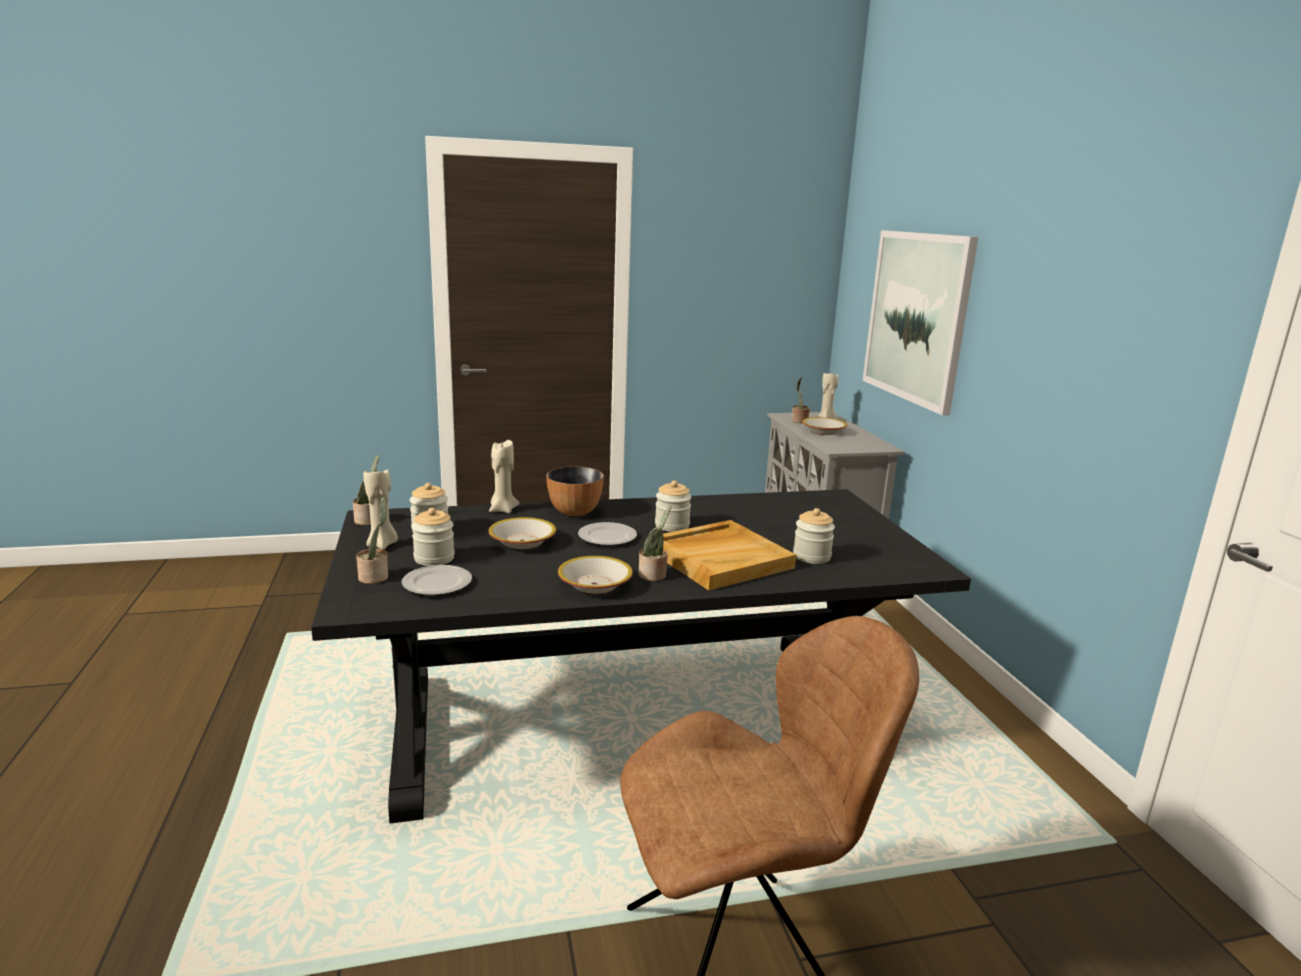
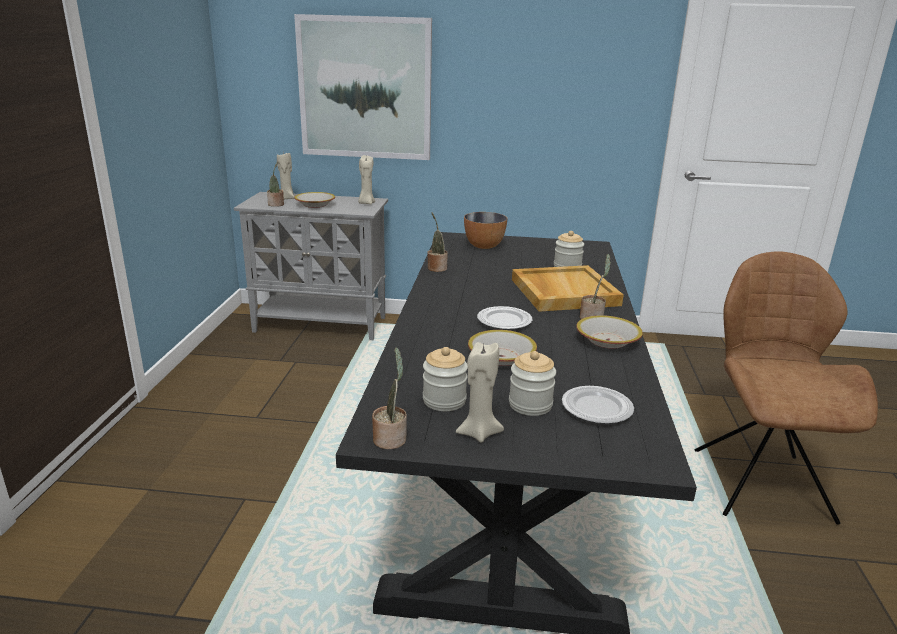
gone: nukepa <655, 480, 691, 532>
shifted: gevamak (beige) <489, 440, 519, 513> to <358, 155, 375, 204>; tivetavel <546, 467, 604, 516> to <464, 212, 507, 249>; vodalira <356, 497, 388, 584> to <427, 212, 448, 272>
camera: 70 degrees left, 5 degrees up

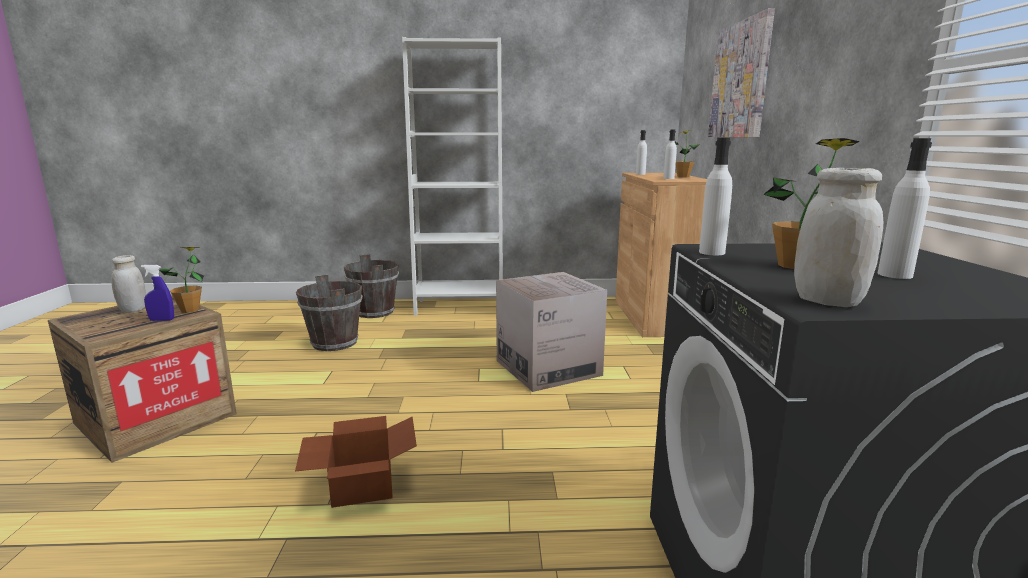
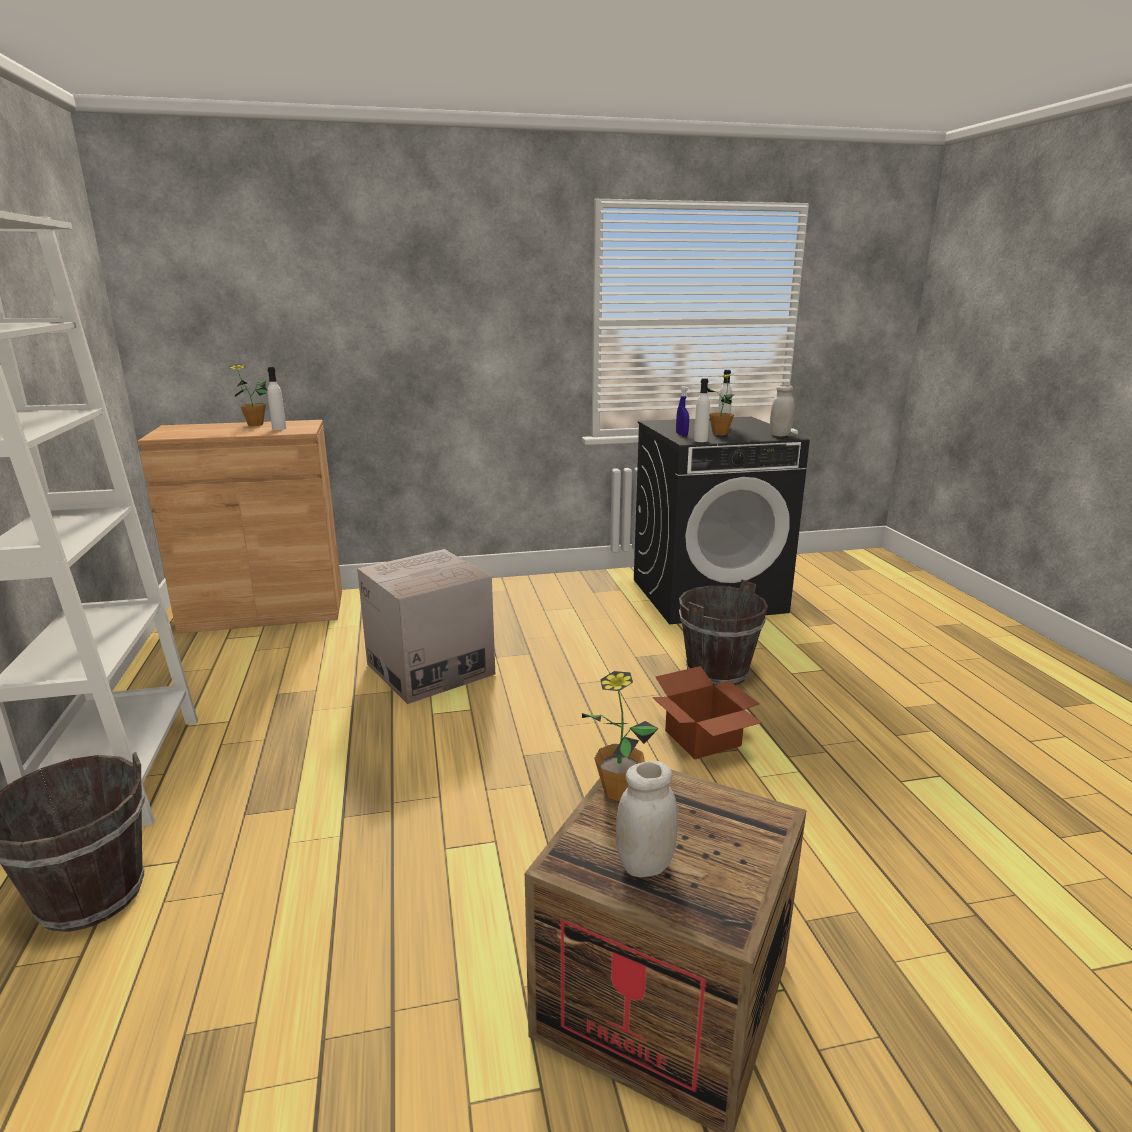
gone: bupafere <708, 8, 775, 137>; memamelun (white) <636, 130, 647, 175>
shifted: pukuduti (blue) <141, 265, 174, 321> to <676, 386, 689, 436>; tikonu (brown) <296, 275, 363, 351> to <679, 580, 768, 685>
camera: 100 degrees left, 5 degrees up

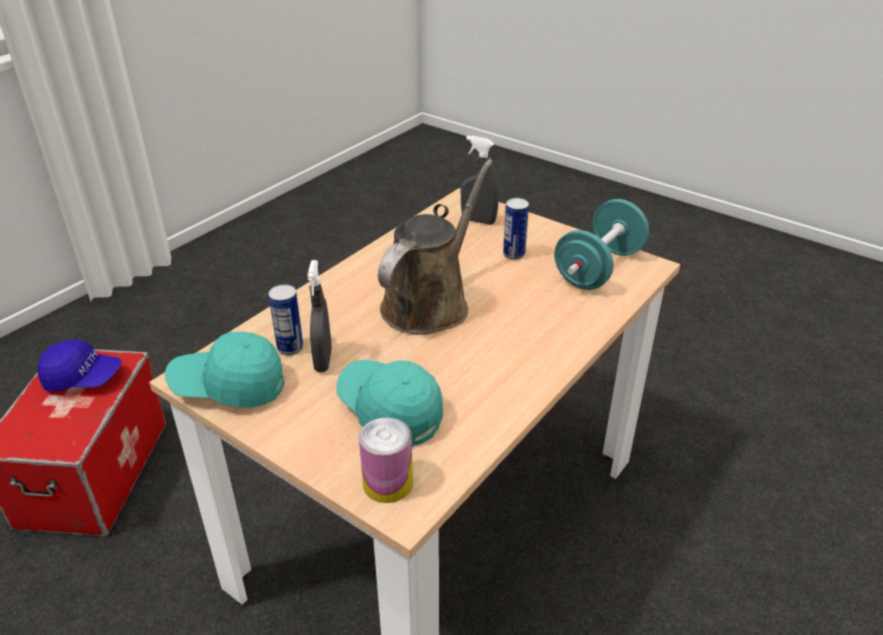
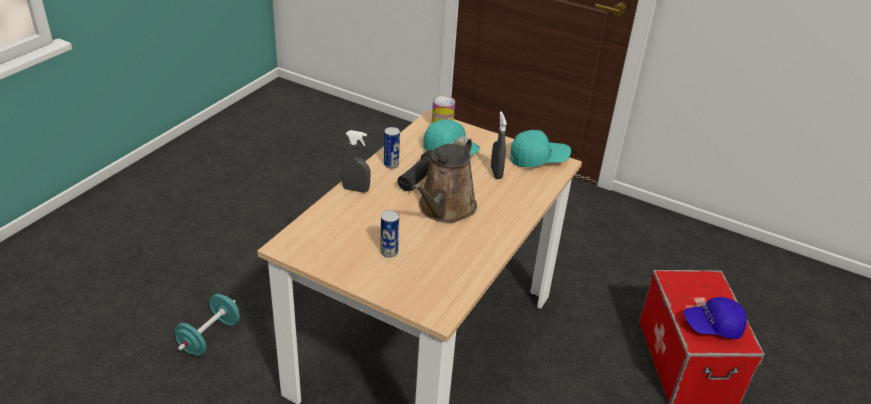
new: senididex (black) <397, 150, 433, 191>
shifted: pukuduti (grey) <461, 136, 499, 225> to <341, 130, 371, 193>; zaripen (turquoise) <554, 199, 649, 290> to <175, 294, 240, 356>; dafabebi <268, 284, 303, 356> to <384, 127, 400, 169>
camera: 170 degrees right, 0 degrees up

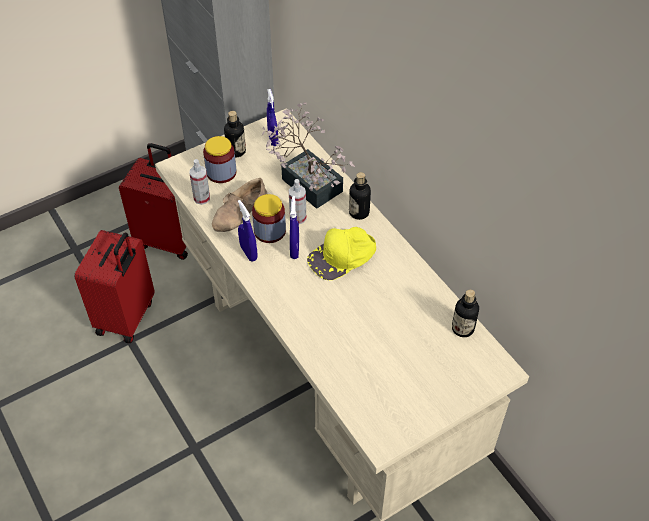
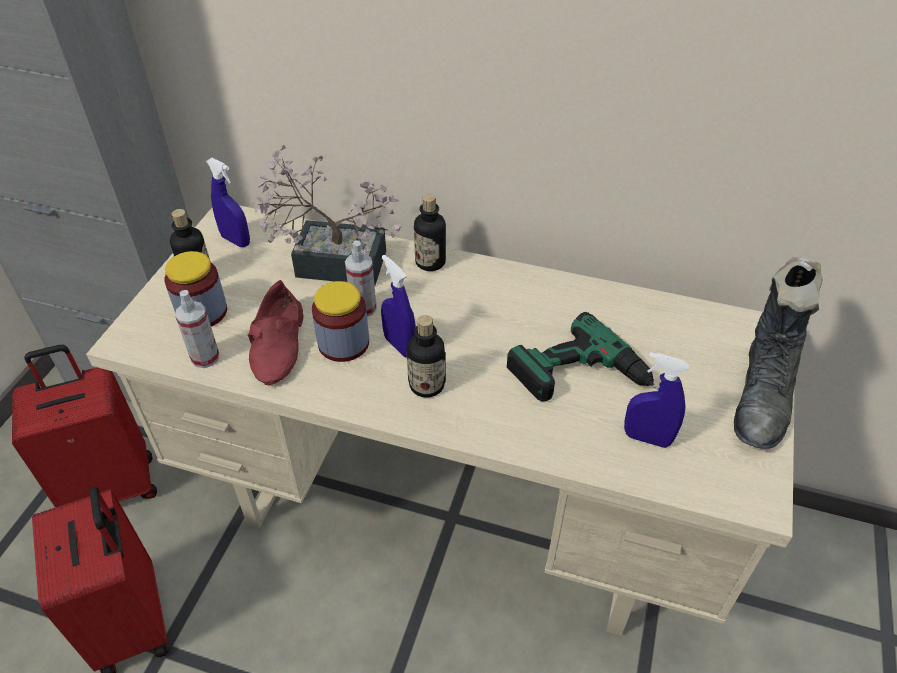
gone: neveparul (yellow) <307, 227, 376, 280>
new: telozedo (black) <734, 257, 823, 449>; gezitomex <506, 312, 658, 402>
shifted: pukuduti (blue) <238, 200, 258, 261> to <624, 352, 689, 448>; memamelun <452, 290, 479, 337> to <406, 315, 446, 398>
repainted: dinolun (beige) <212, 178, 267, 232> to dinolun (red) <248, 280, 303, 385>
camera: 40 degrees left, 5 degrees down

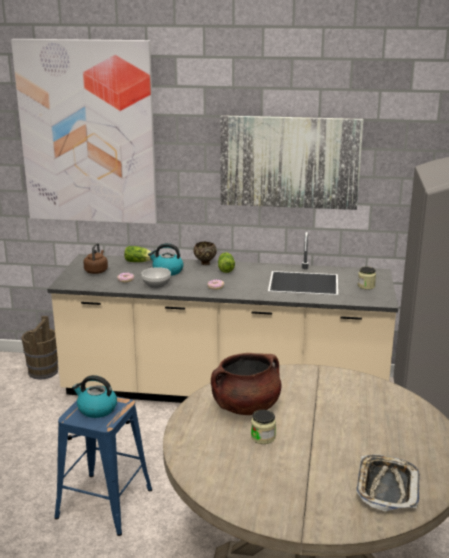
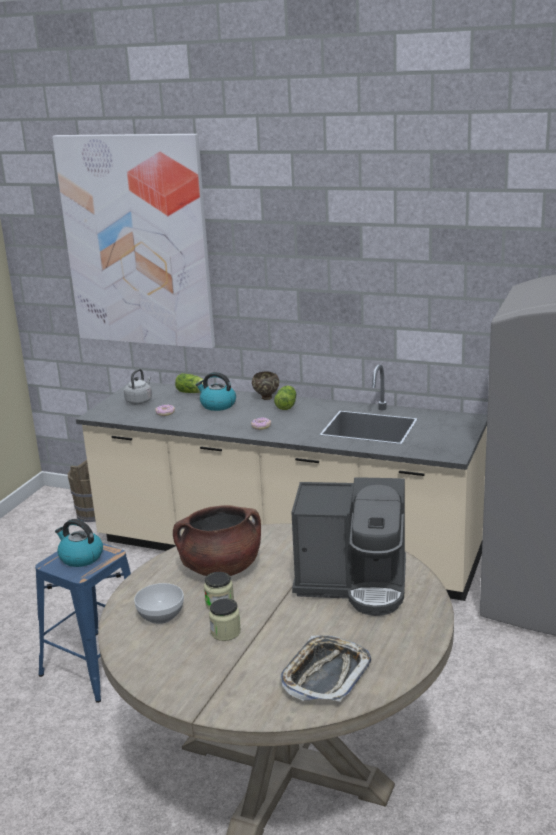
gone: bupafere <220, 115, 363, 210>
new: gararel <291, 477, 406, 616>
shifted: tivetavel <142, 267, 171, 288> to <134, 583, 184, 624>; nukepa <358, 267, 376, 290> to <209, 598, 241, 641>
repainted: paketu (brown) <83, 243, 108, 274> to paketu (grey) <124, 369, 152, 404>
camera: 15 degrees right, 0 degrees up

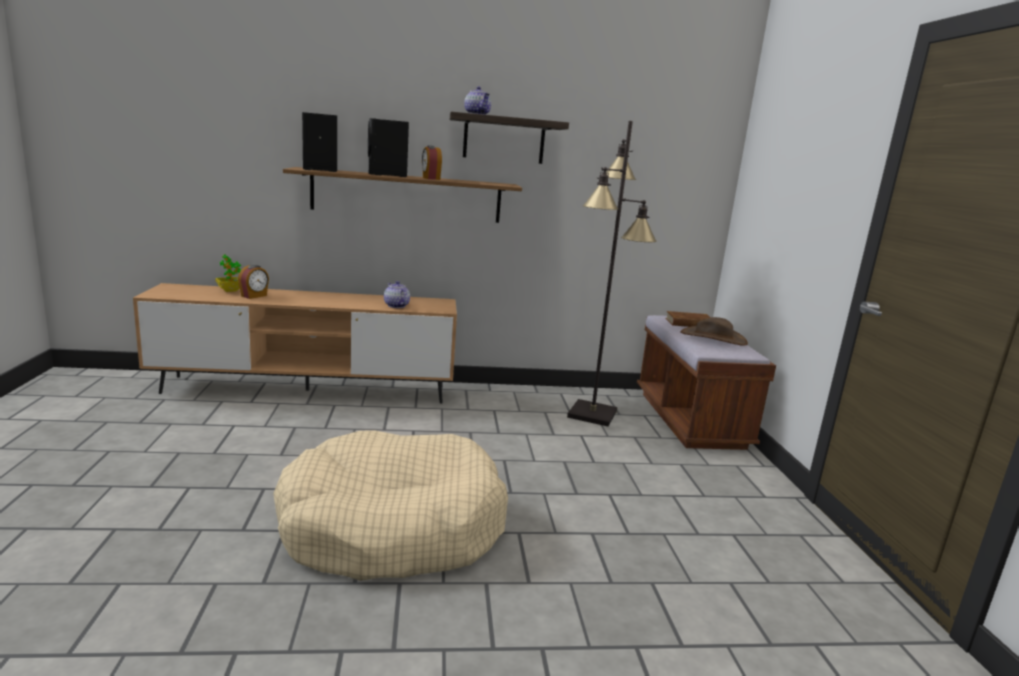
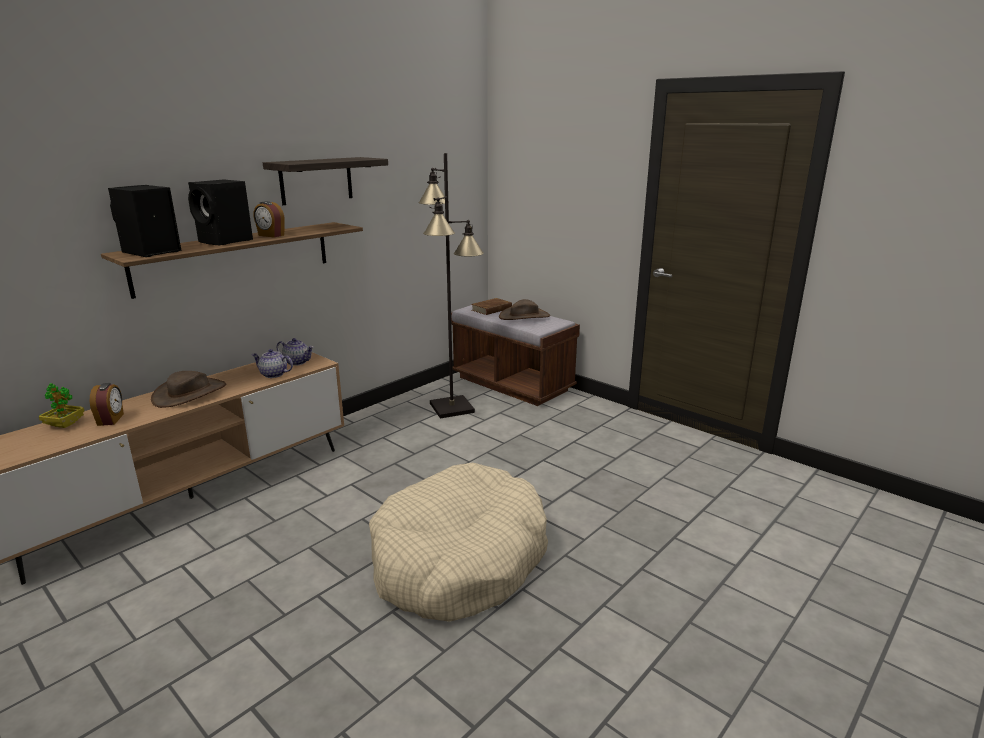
new: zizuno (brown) <151, 371, 226, 408>
shifted: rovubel <464, 87, 491, 115> to <277, 338, 314, 366>
camera: 40 degrees left, 5 degrees up

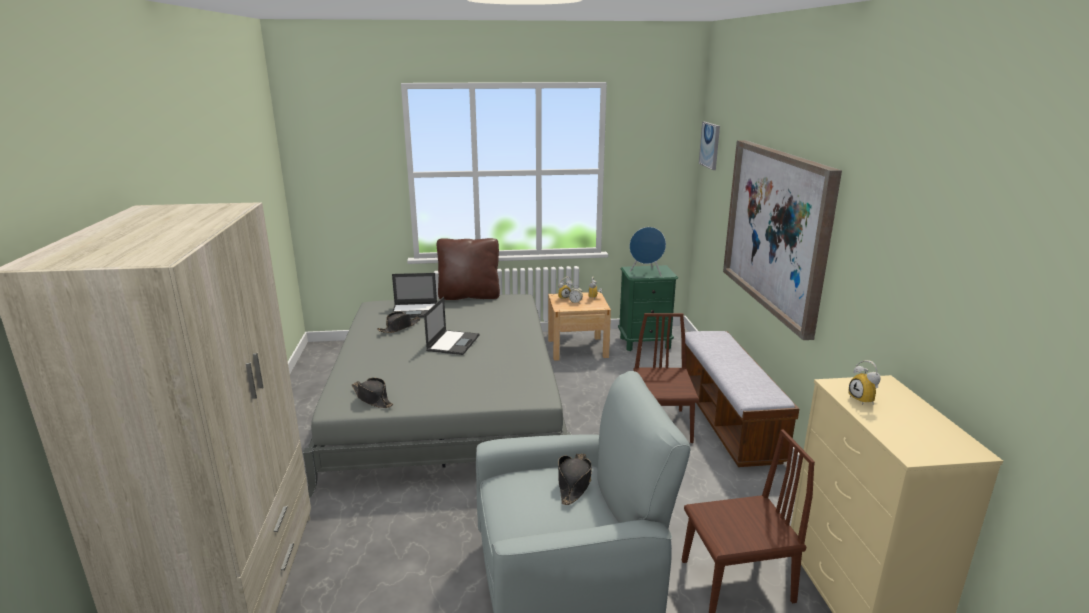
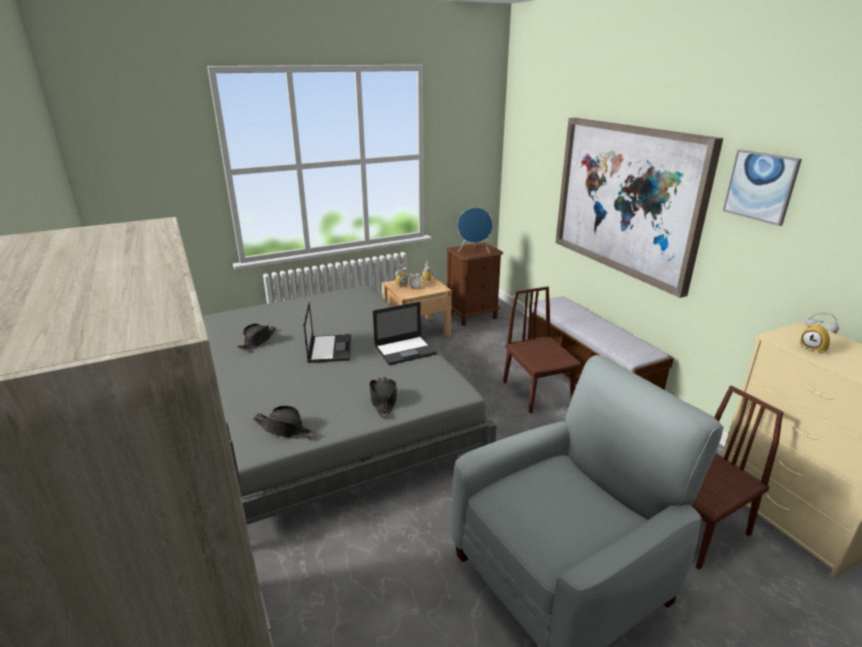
gone: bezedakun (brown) <437, 238, 500, 300>
shifted: bupafere <699, 122, 720, 170> to <723, 149, 802, 226>; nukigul <392, 273, 437, 318> to <373, 302, 437, 365>; zizuno (black) <558, 453, 592, 505> to <369, 377, 397, 417>
repainted: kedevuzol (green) <618, 265, 678, 351> to kedevuzol (brown) <446, 242, 503, 326>
camera: 20 degrees left, 5 degrees up

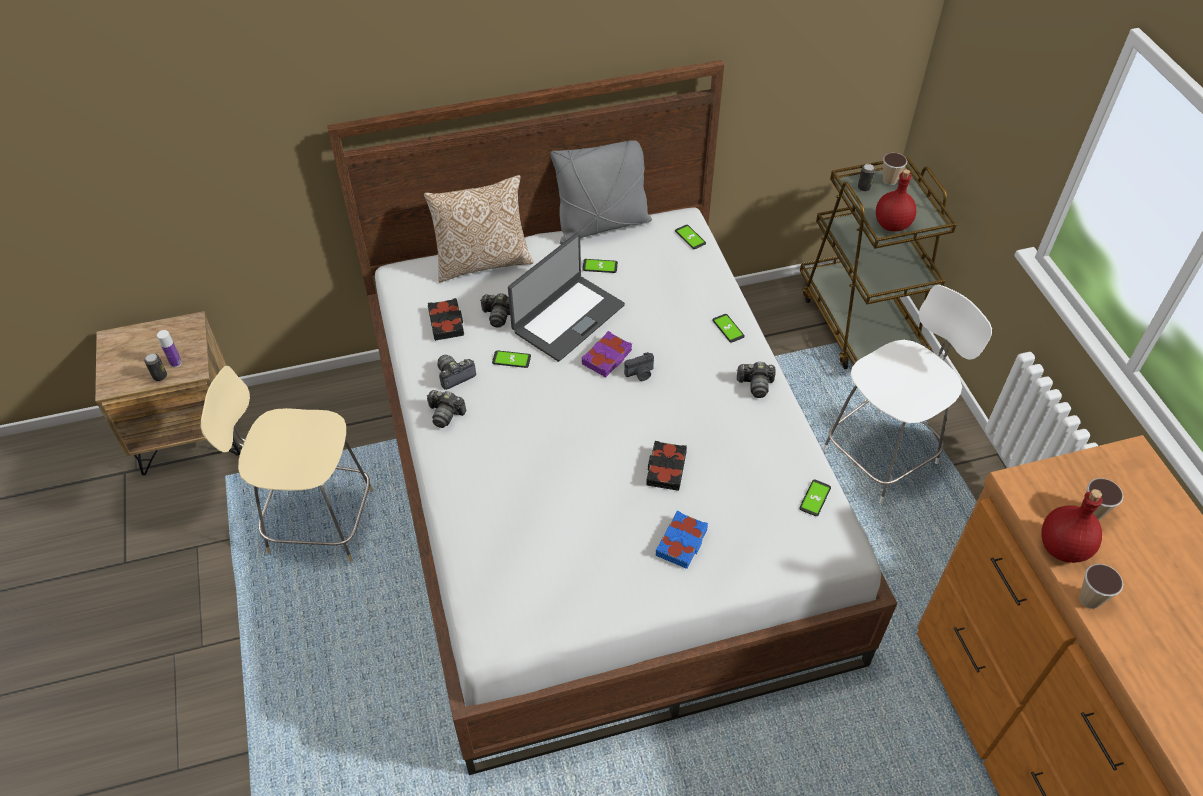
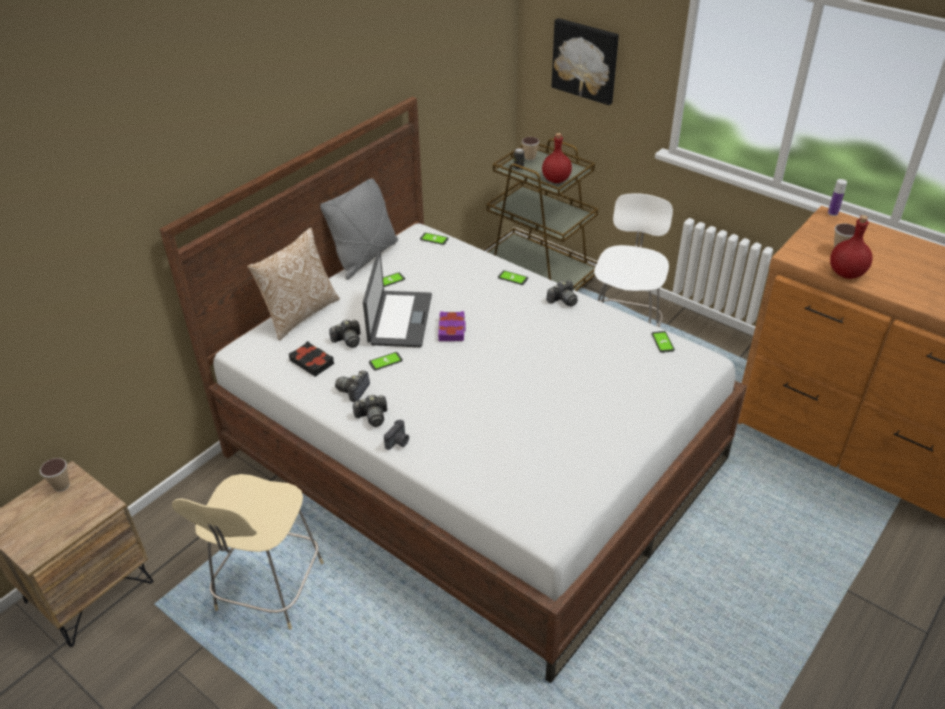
gone: dafabebi <144, 353, 167, 381>; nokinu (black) <646, 441, 687, 491>; nokinu (blue) <656, 511, 708, 569>
new: bupafere <552, 18, 619, 105>
shifted: memamelun <157, 330, 182, 367> to <828, 179, 847, 216>; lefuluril <624, 352, 654, 381> to <384, 420, 409, 450>; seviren <1079, 564, 1123, 609> to <40, 458, 70, 491>
rotated: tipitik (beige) <201, 366, 373, 562> = <172, 474, 324, 630> 45 degrees counterclockwise
camera: 35 degrees left, 10 degrees down

